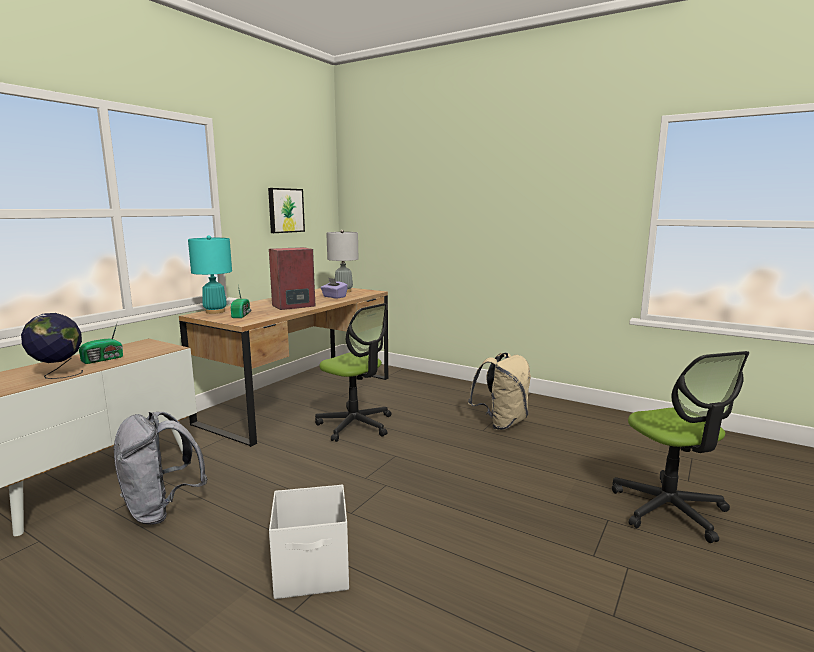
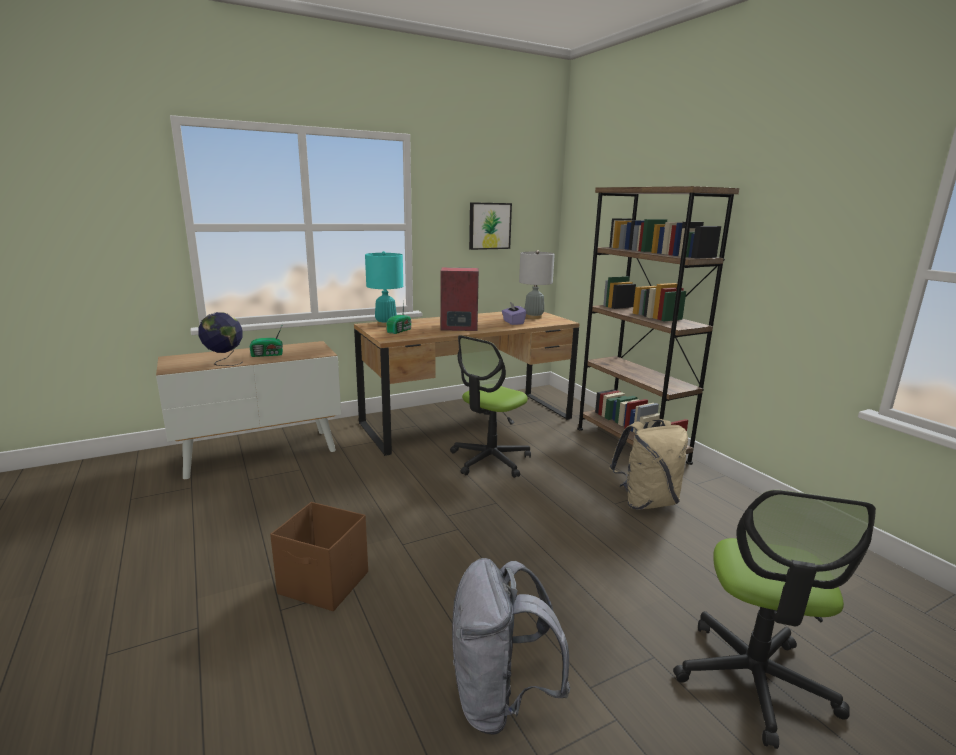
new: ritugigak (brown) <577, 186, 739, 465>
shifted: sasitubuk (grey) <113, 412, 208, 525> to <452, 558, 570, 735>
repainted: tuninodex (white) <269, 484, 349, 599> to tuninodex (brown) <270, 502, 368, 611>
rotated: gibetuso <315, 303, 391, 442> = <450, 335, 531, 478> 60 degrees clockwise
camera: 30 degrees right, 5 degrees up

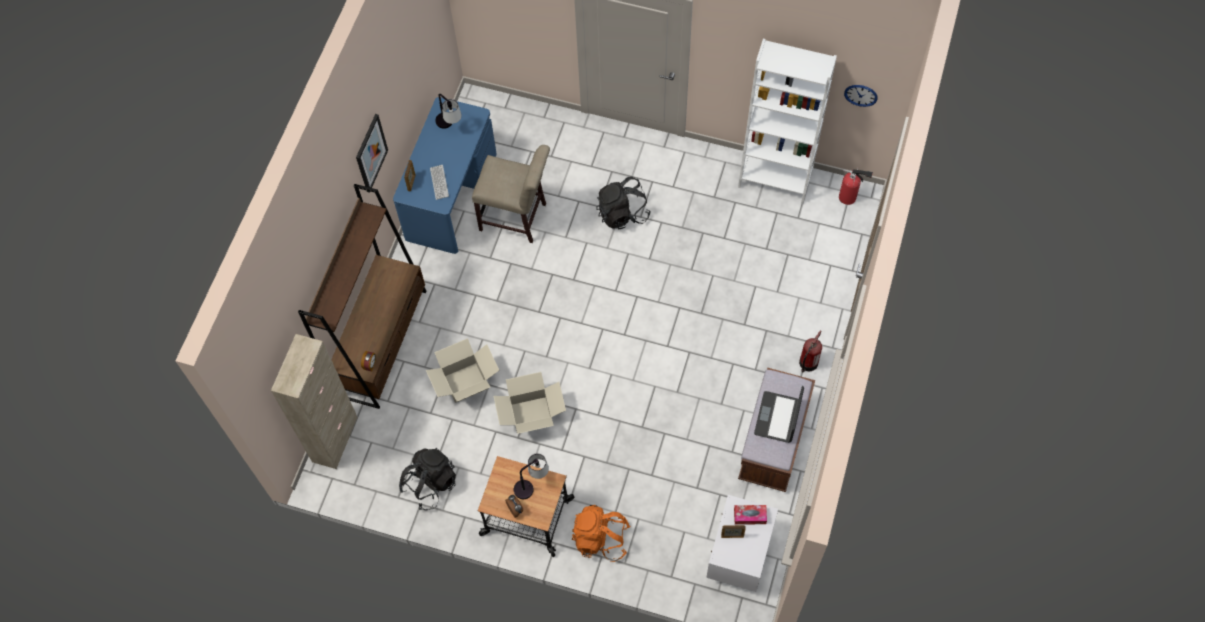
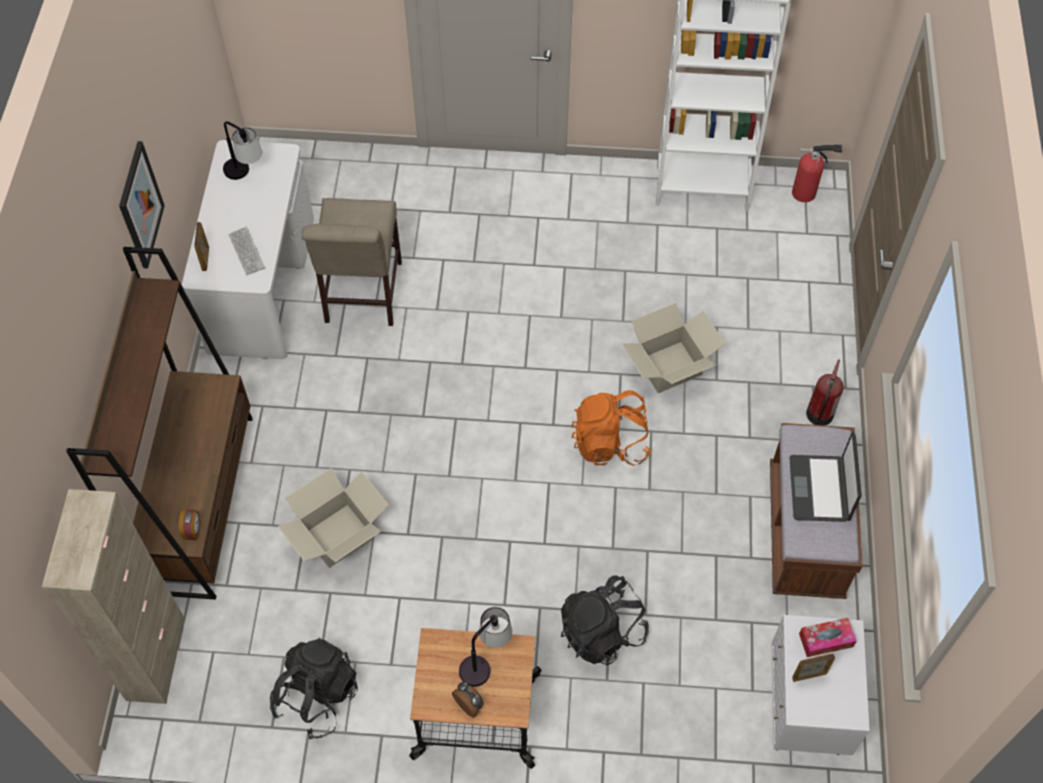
gone: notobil <844, 85, 878, 107>
shifted: sasitubuk (black) <596, 176, 651, 229> to <561, 575, 649, 665>; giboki <494, 372, 566, 434> to <622, 303, 726, 393>; sasitubuk (orange) <572, 505, 631, 562> to <572, 390, 651, 466>
repainted: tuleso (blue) <393, 97, 497, 254> to tuleso (white) <182, 140, 314, 359>
rotated: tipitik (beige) <472, 145, 550, 243> = <302, 198, 402, 326> 90 degrees clockwise
camera: 15 degrees left, 5 degrees down

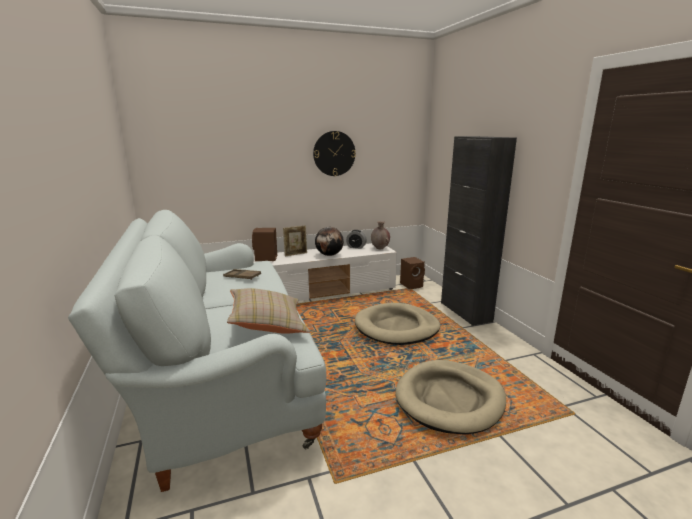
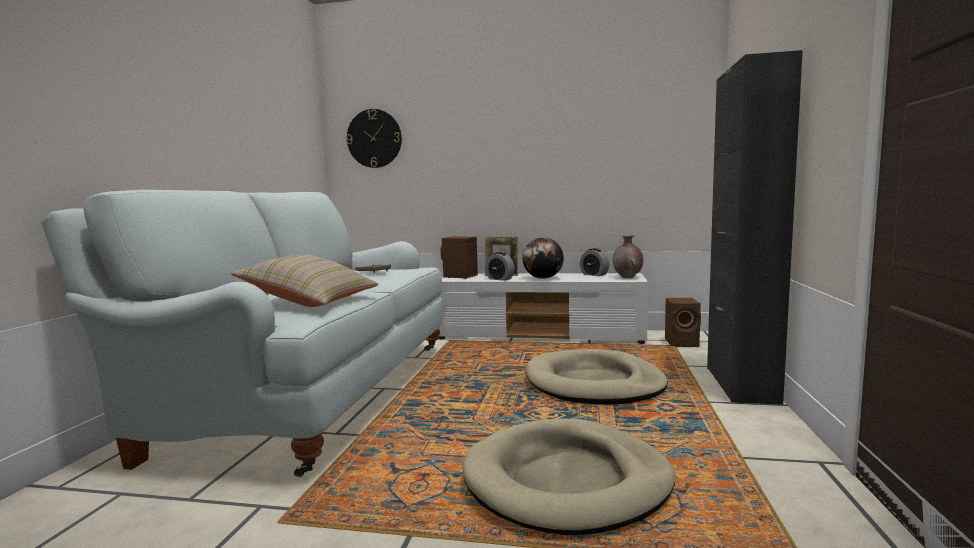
new: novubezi <485, 252, 515, 281>
shifted: notobil <313, 131, 356, 176> to <346, 109, 402, 168>
camera: 30 degrees right, 10 degrees down

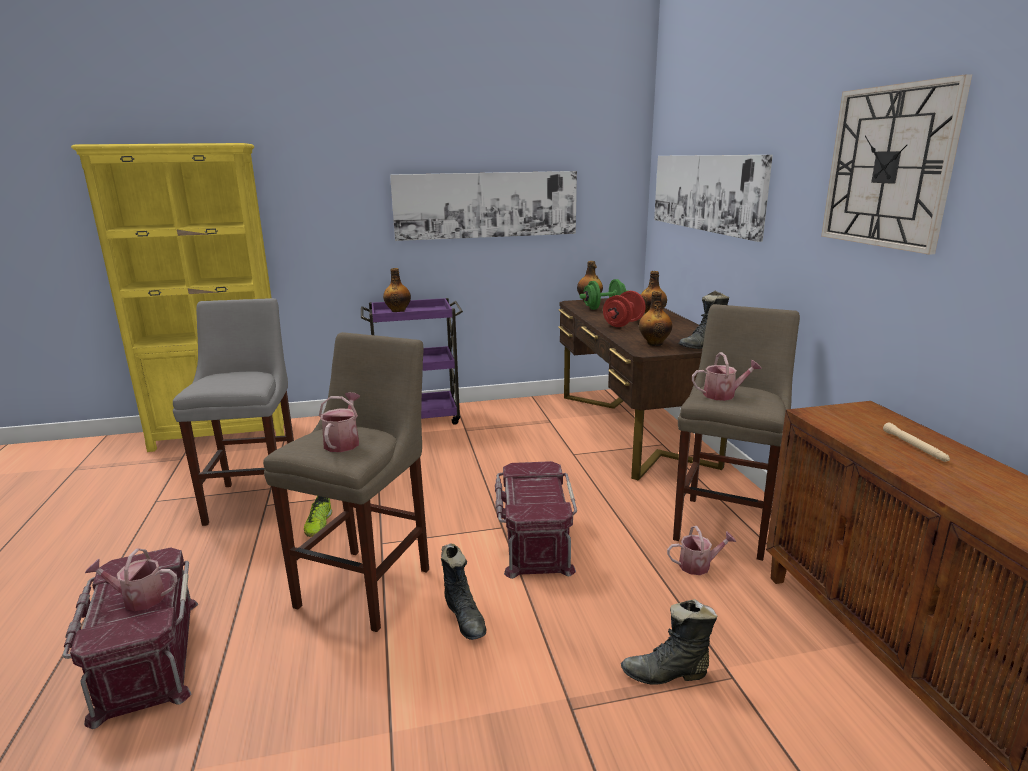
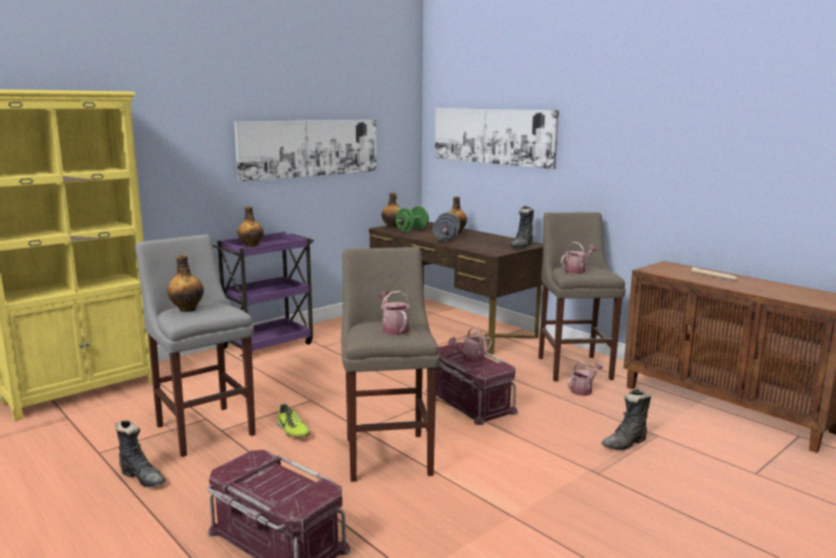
gone: notobil <821, 74, 972, 255>
shifted: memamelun <639, 291, 672, 346> to <167, 254, 204, 312>; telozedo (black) <441, 544, 486, 640> to <114, 420, 166, 488>; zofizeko <85, 549, 178, 611> to <448, 327, 492, 363>
repainted: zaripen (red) <603, 291, 646, 327> to zaripen (grey) <433, 212, 460, 241>
camera: 30 degrees left, 5 degrees down

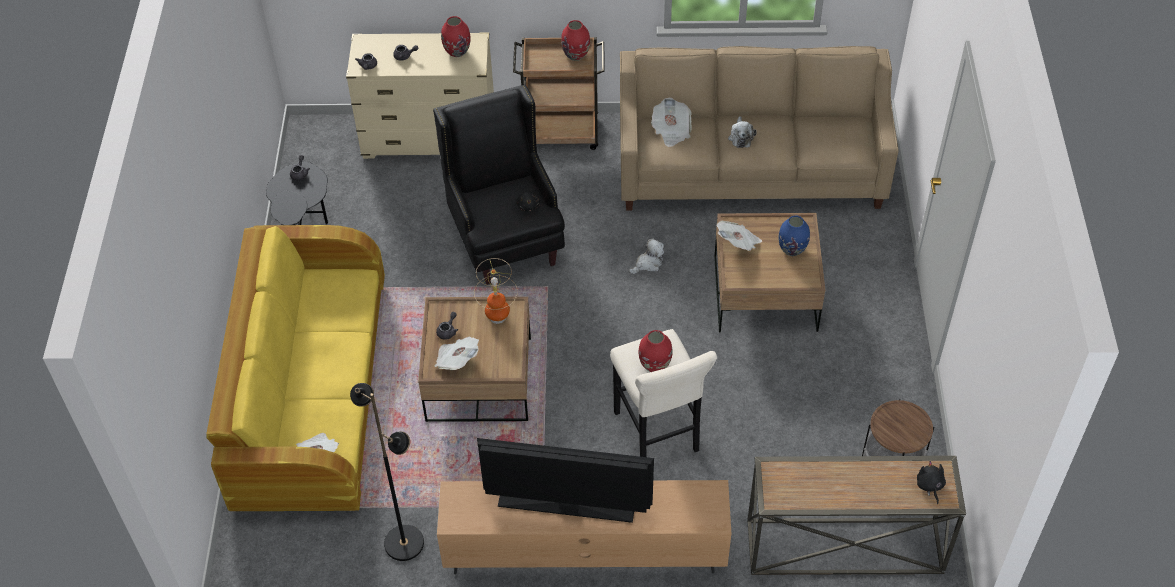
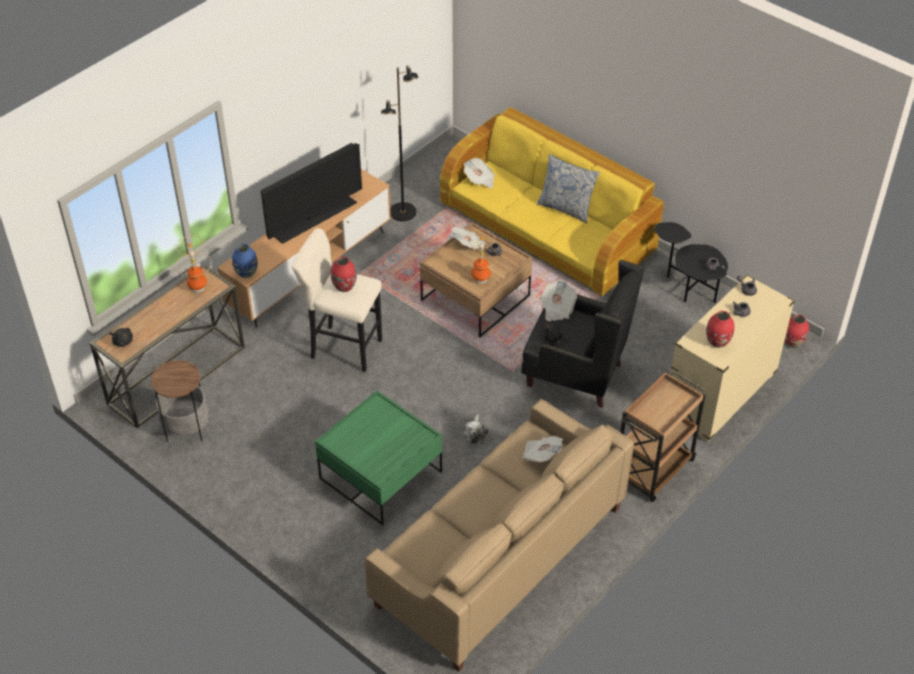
gone: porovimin <728, 116, 756, 148>
new: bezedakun <537, 154, 600, 223>; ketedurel <176, 236, 212, 293>
shifted: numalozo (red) <561, 20, 590, 61> to <785, 315, 809, 348>; numalozo (blue) <778, 216, 810, 256> to <232, 244, 258, 278>; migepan <717, 221, 762, 251> to <540, 280, 577, 321>
repainted: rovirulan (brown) <714, 213, 825, 332> to rovirulan (green) <315, 390, 442, 525>
camera: 130 degrees right, 5 degrees down

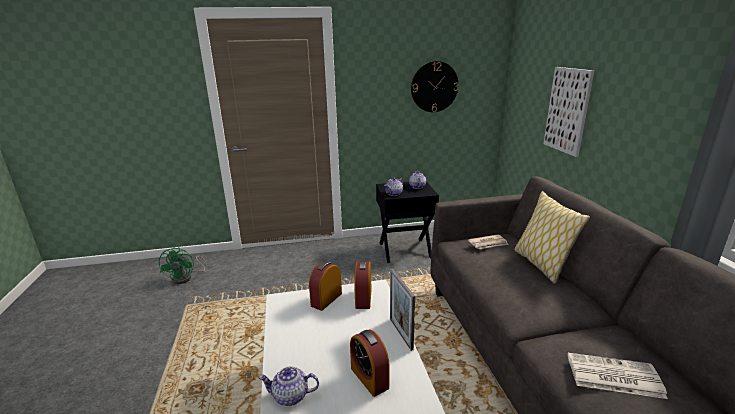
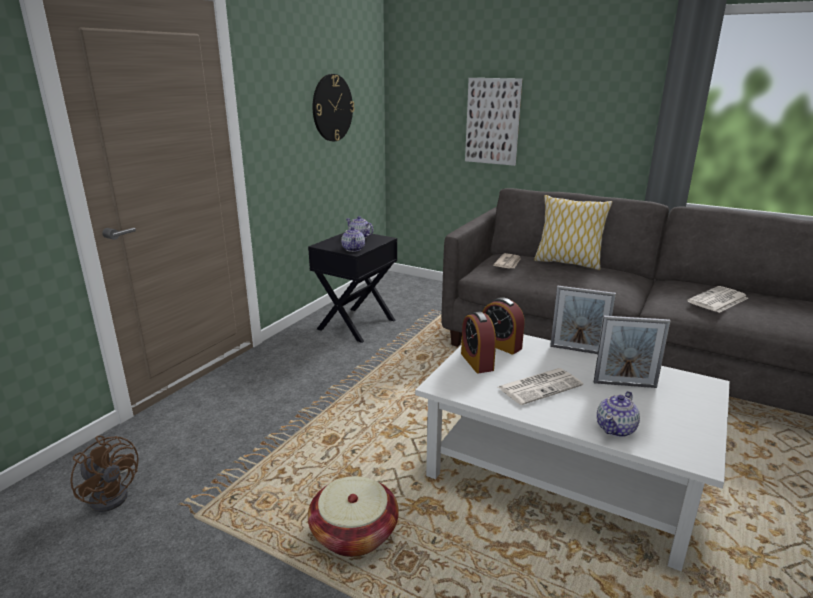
new: migepan <498, 368, 583, 405>; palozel <308, 476, 399, 557>
swapped: novubezi <350, 330, 389, 397> to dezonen <594, 316, 670, 388>
repainted: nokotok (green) <159, 246, 207, 284> to nokotok (brown) <70, 436, 139, 512>
camera: 50 degrees left, 0 degrees up

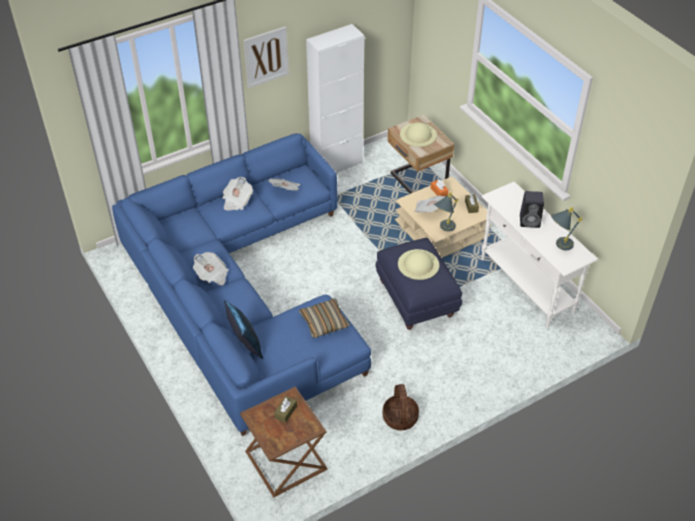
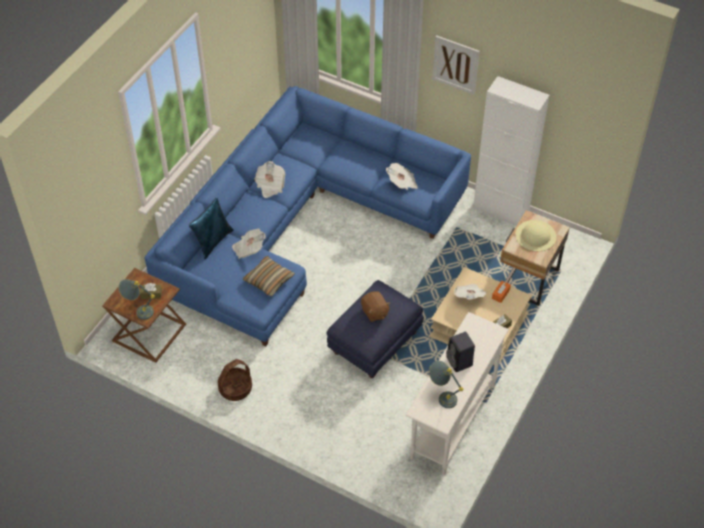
shifted: migepan <222, 177, 253, 211> to <232, 228, 266, 259>; ketedurel (grey) <434, 193, 459, 232> to <118, 279, 155, 320>
swapped: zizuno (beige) <398, 249, 439, 280> to porovimin (brown) <361, 291, 390, 322>
camera: 60 degrees right, 5 degrees up

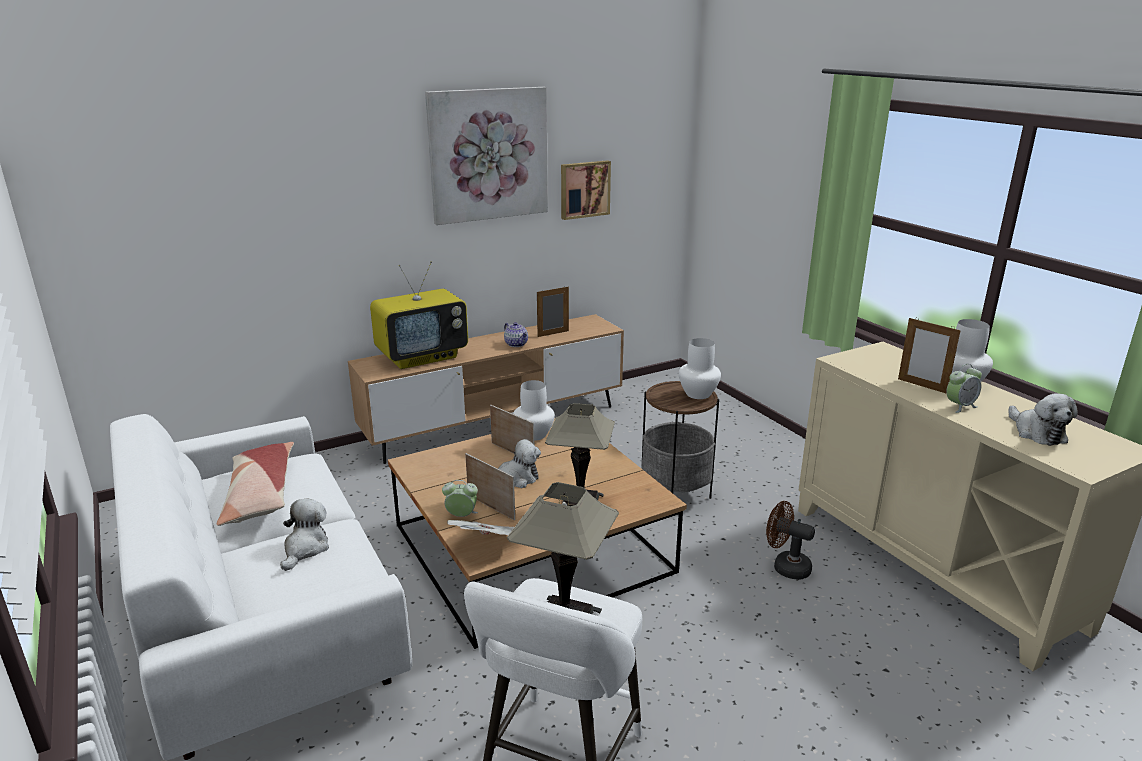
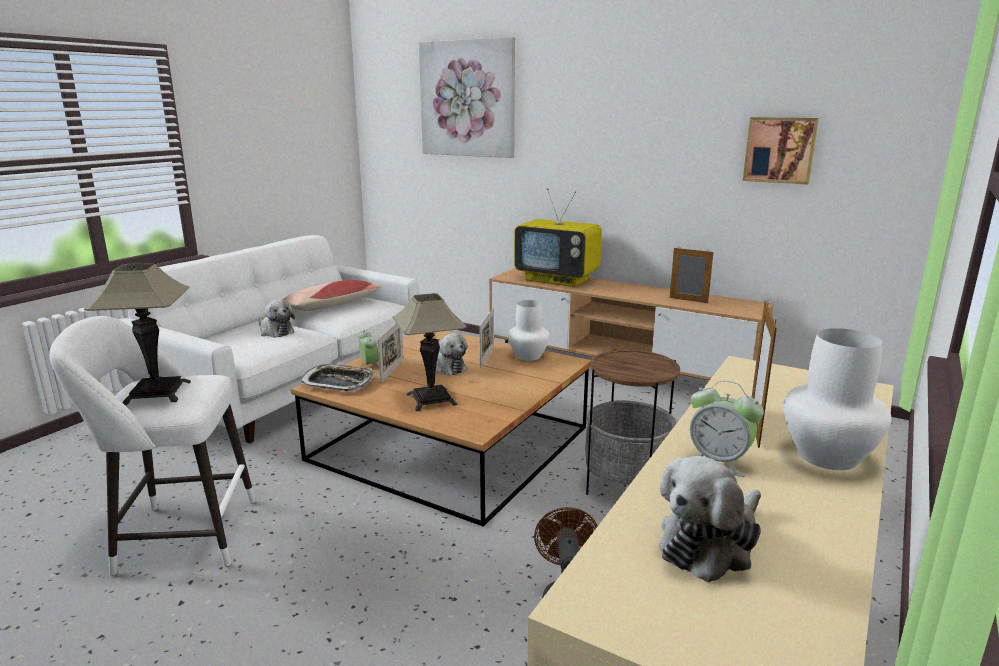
gone: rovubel <504, 322, 528, 347>; numalozo (white) <679, 338, 721, 399>
shifted: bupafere <425, 87, 548, 225> to <419, 37, 515, 158>
swapped: migepan <447, 520, 514, 535> to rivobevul <300, 364, 374, 392>
rotated: porovimin <280, 499, 329, 571> = <259, 299, 295, 338> 60 degrees clockwise
camera: 60 degrees right, 5 degrees down

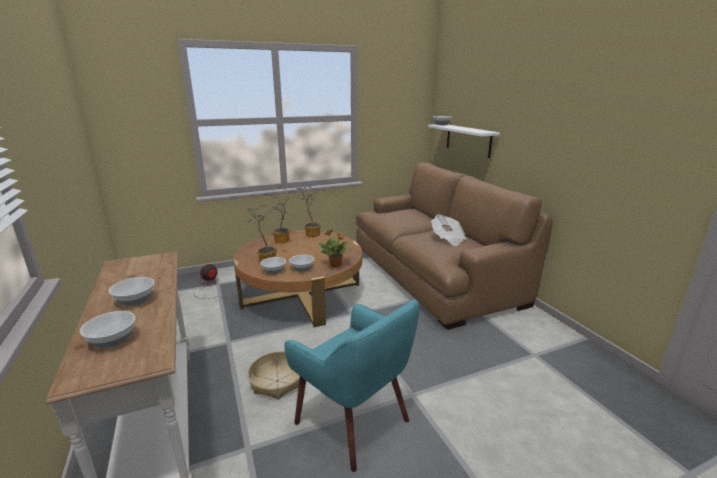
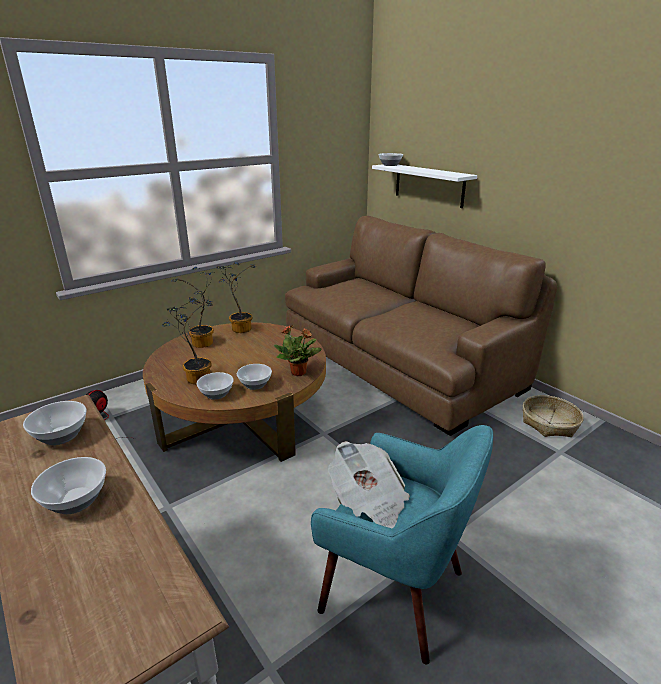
shifted: migepan <431, 214, 467, 246> to <328, 441, 410, 528>; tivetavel <80, 311, 136, 349> to <23, 401, 86, 445>; palozel <248, 351, 300, 399> to <523, 395, 584, 437>
camera: 15 degrees left, 5 degrees up

